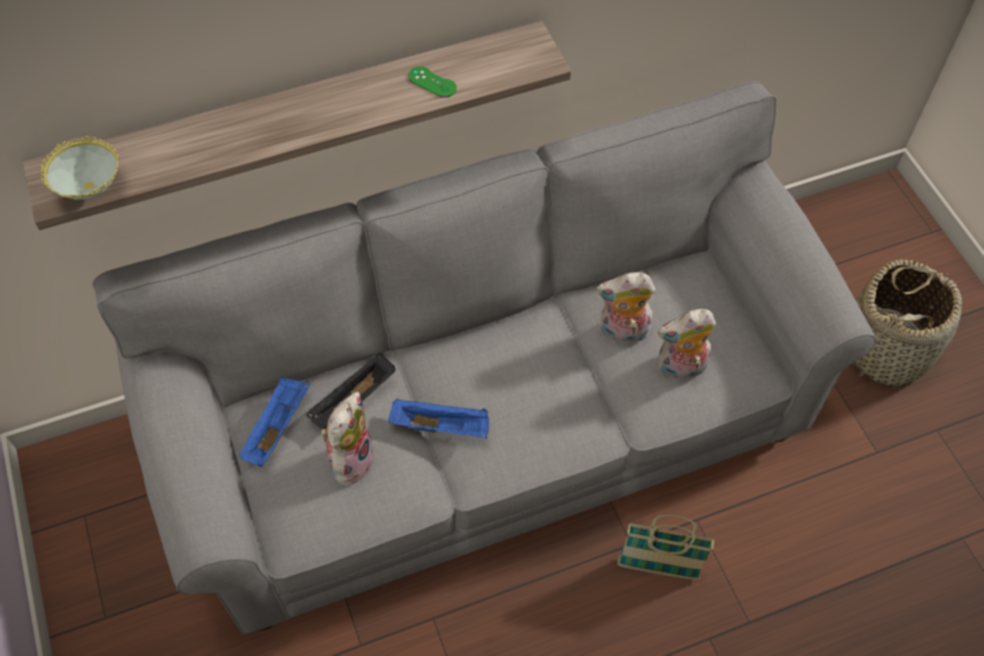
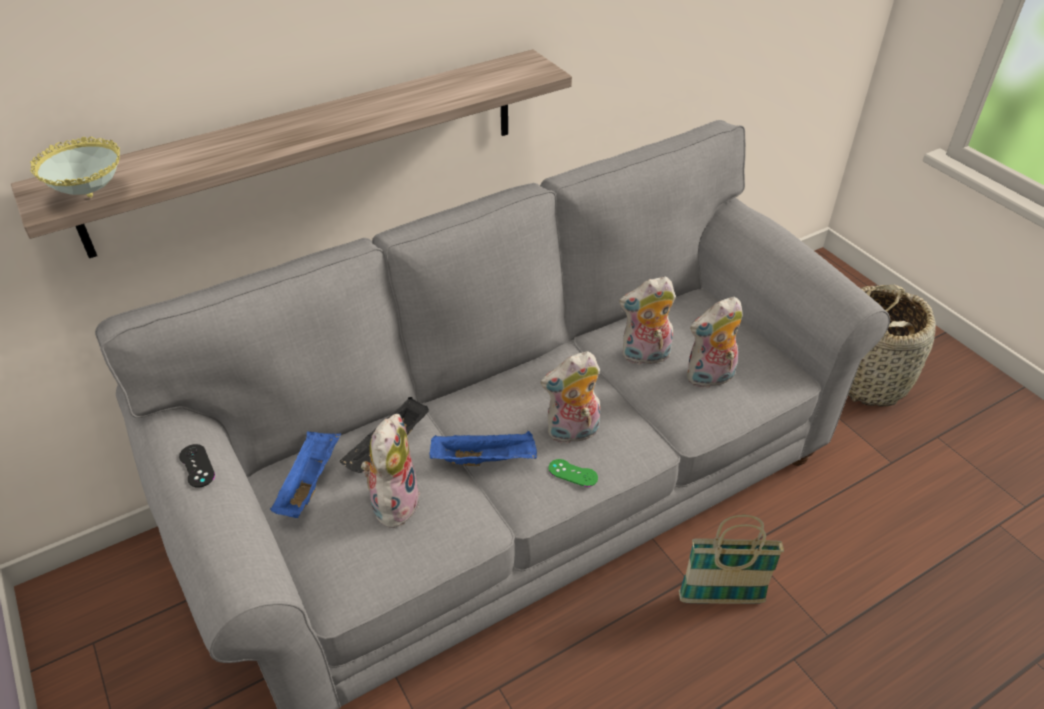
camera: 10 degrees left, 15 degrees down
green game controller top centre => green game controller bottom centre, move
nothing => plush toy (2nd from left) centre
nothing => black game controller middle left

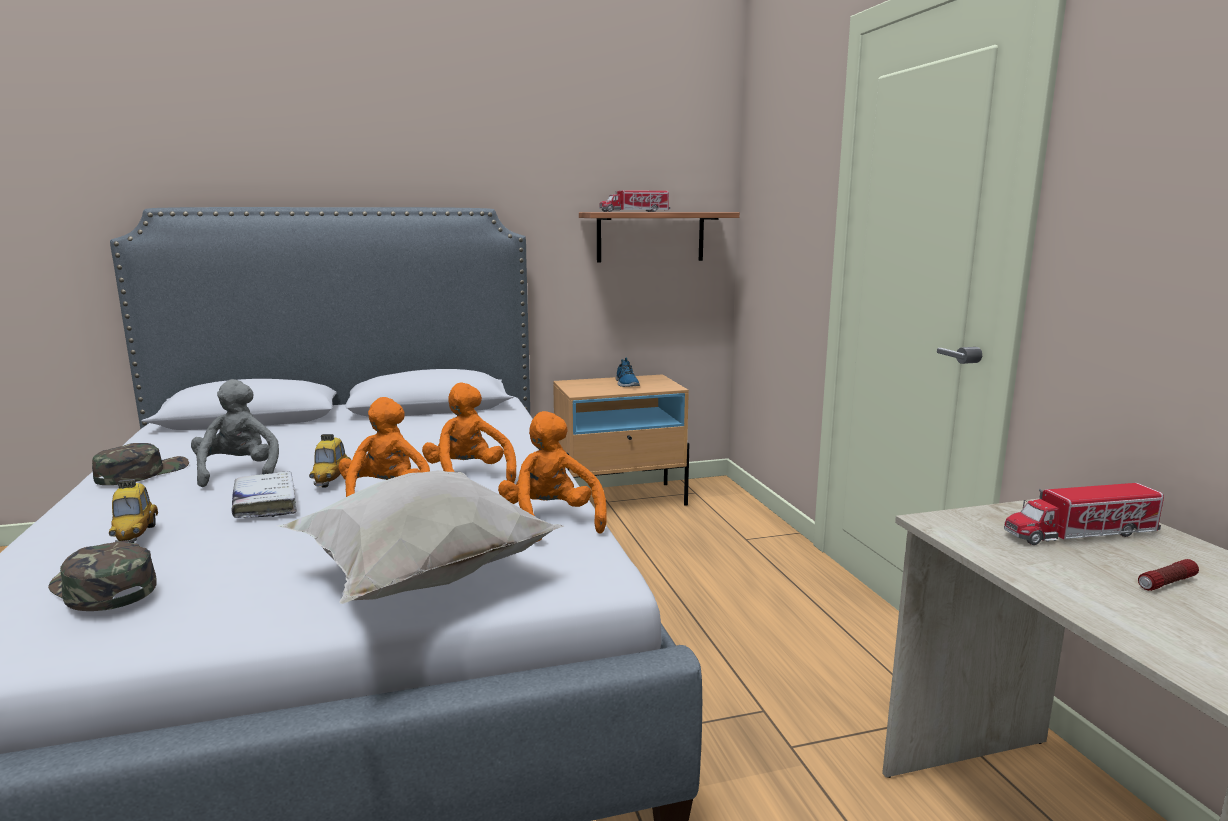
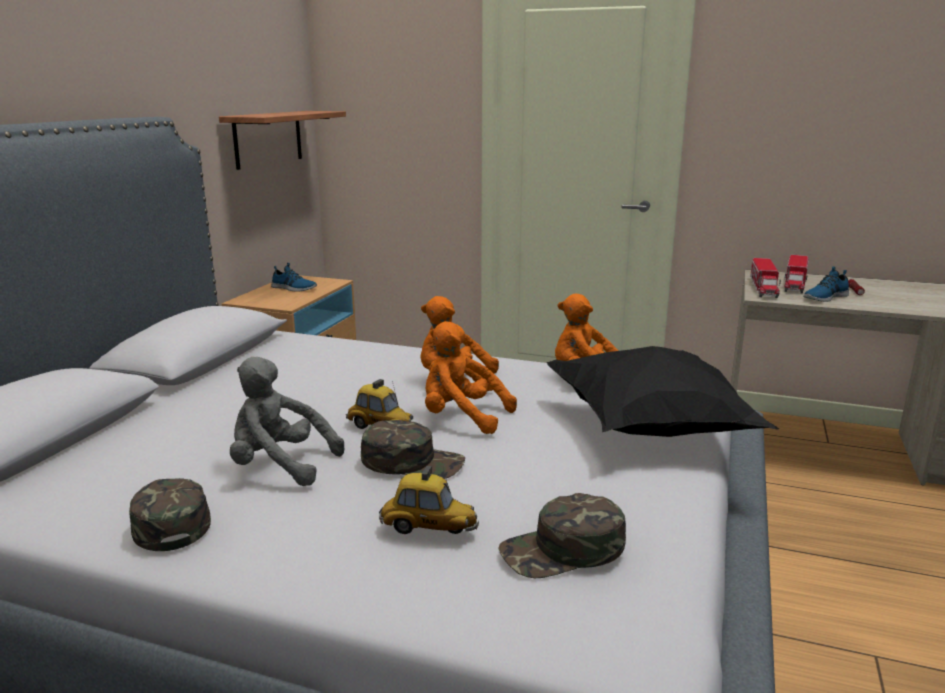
camera: 55 degrees left, 5 degrees up
toy truck (1st from left) top centre => toy truck (1st from left) middle right, move
white pillow centre => black pillow middle right
white book middle left => green cap (2nd from left) centre
nothing => shoe (2nd from left) middle right

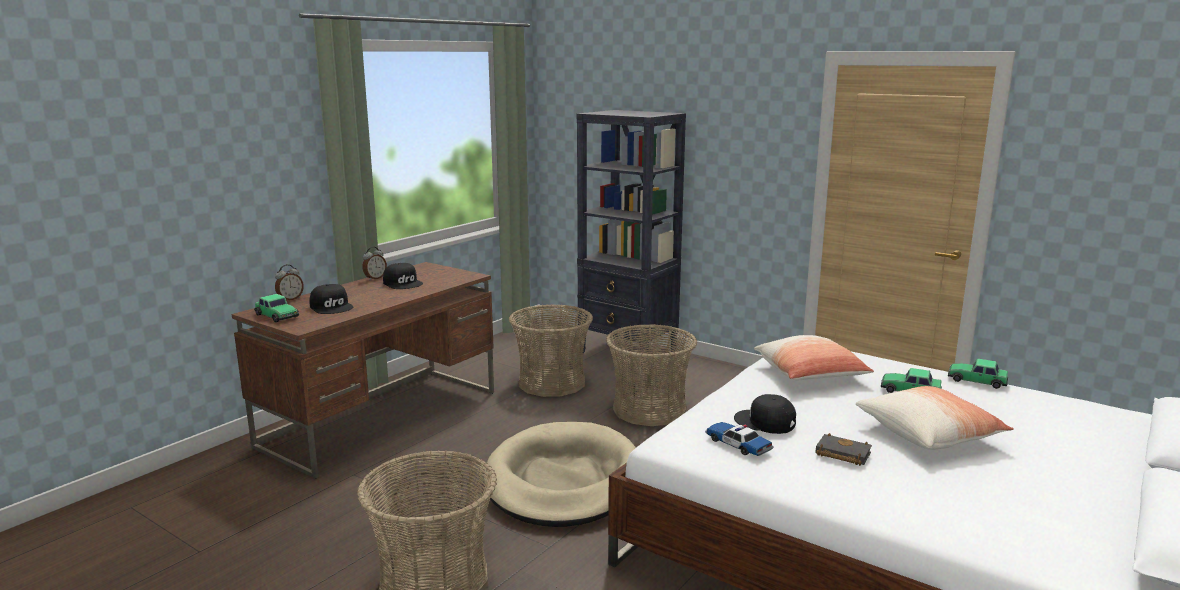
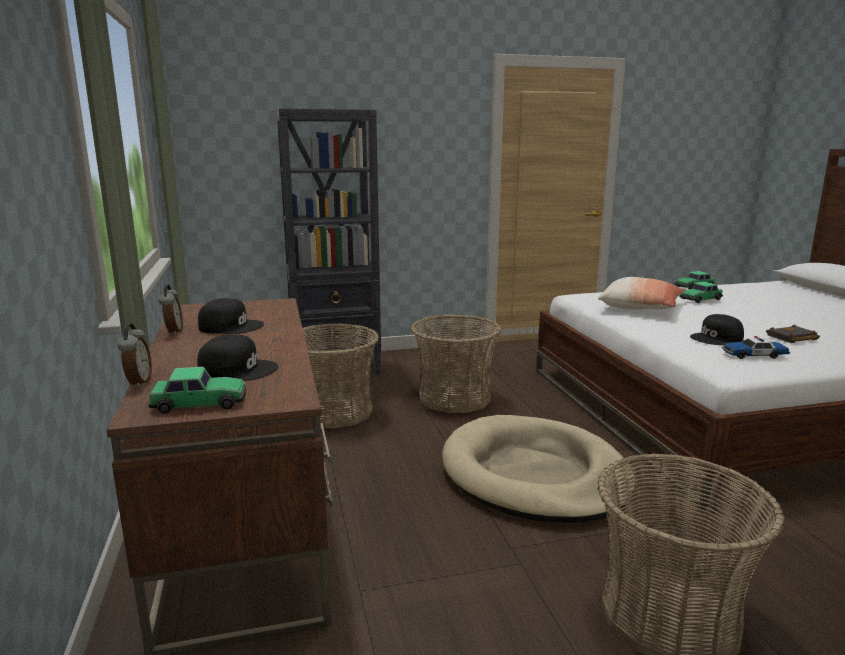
camera: 50 degrees left, 0 degrees up
pillow (2nd from left) bottom right => nothing

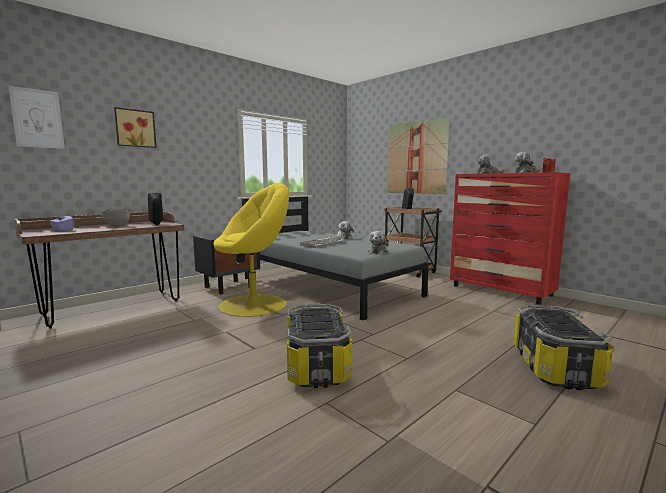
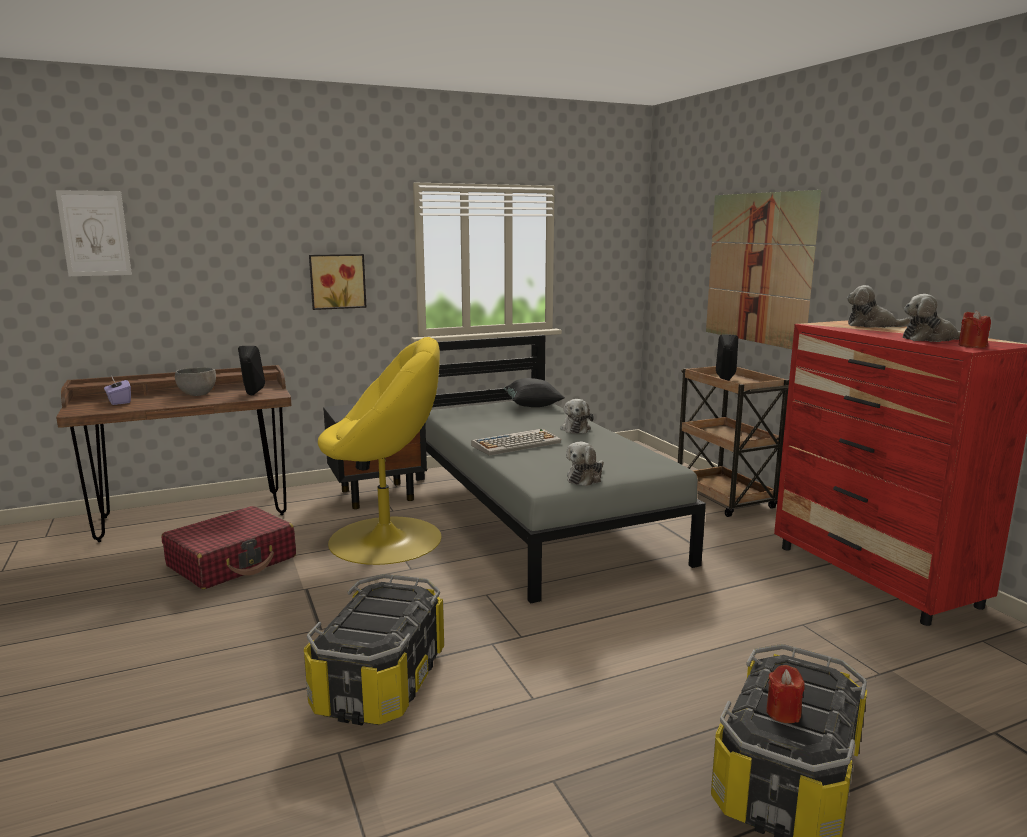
camera: 20 degrees right, 5 degrees up
picture (2nd from left) top left => picture (2nd from left) middle left, move
nothing => black pillow centre
nothing => red suitcase middle left
nothing => red candle (1st from left) bottom right

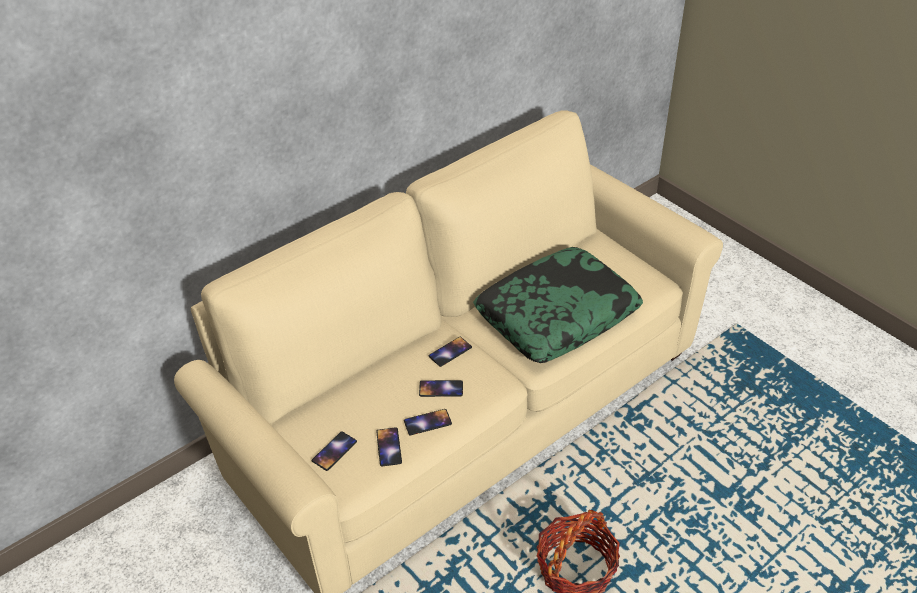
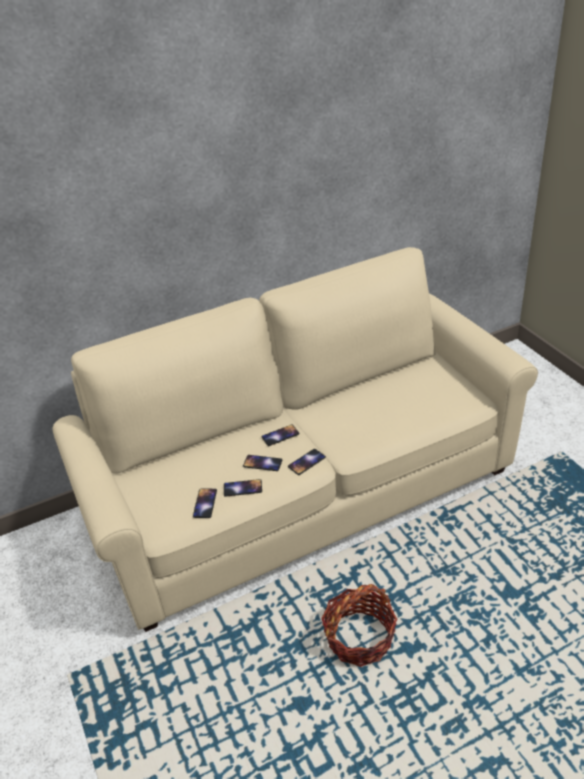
camera: 15 degrees right, 5 degrees down
pillow centre => nothing
phone (1st from left in the first image) bottom centre => phone (5th from left) centre, move

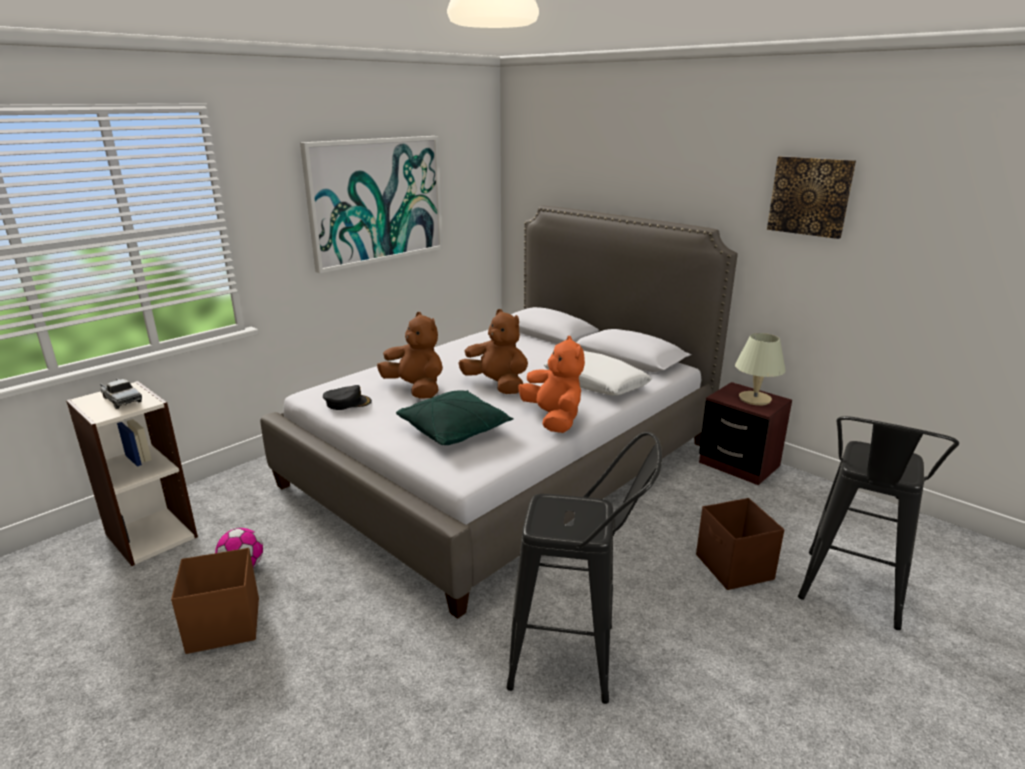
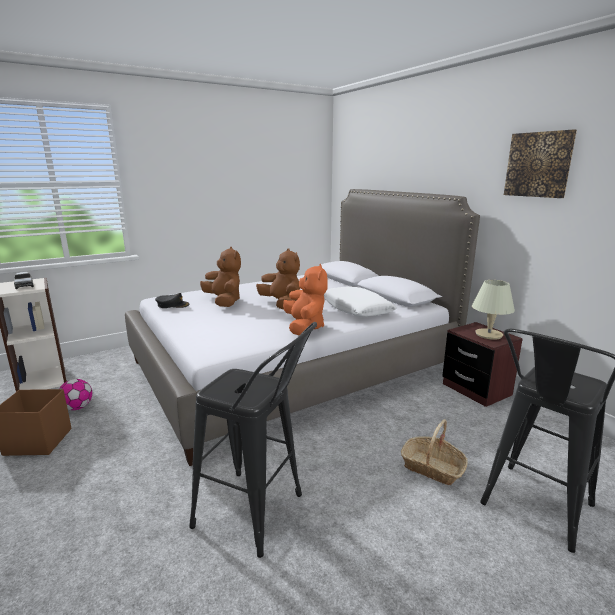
camera: 15 degrees right, 5 degrees down
picture (1st from left) top centre => nothing
green pillow centre => nothing
brown storage box (2nd from left) bottom right => basket bottom right

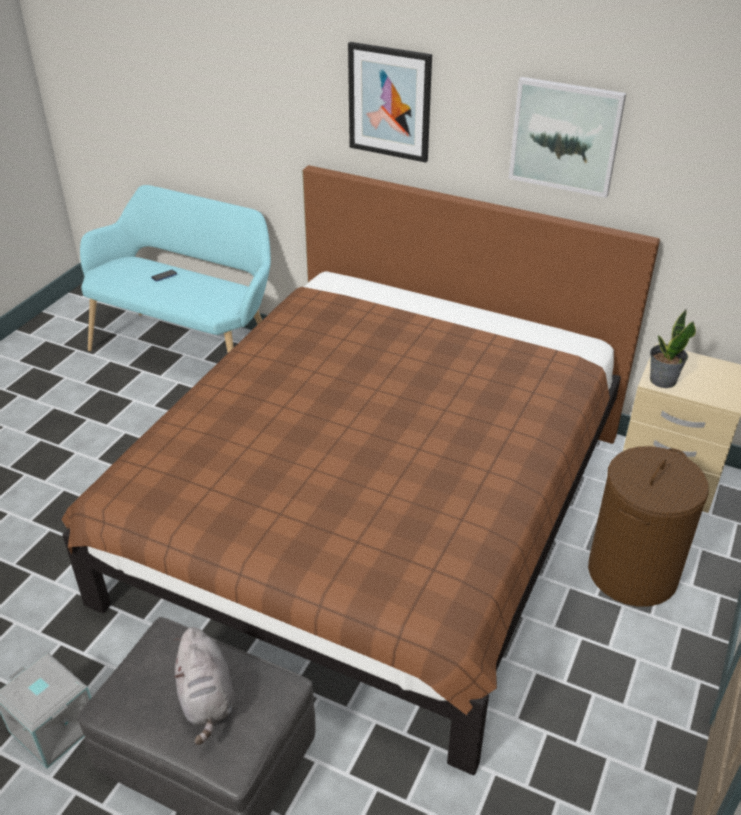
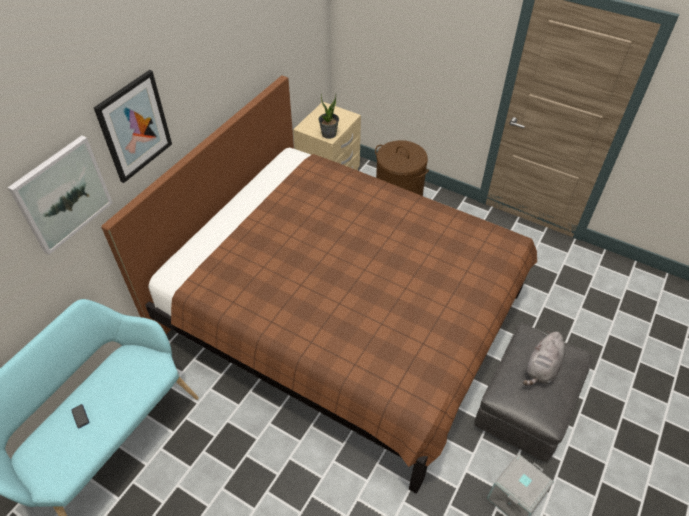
camera: 85 degrees left, 10 degrees up
picture (2nd from left in the first image) top right => picture (1st from left) middle left, move
grey plush toy bottom left => grey plush toy bottom right, 135 degrees clockwise

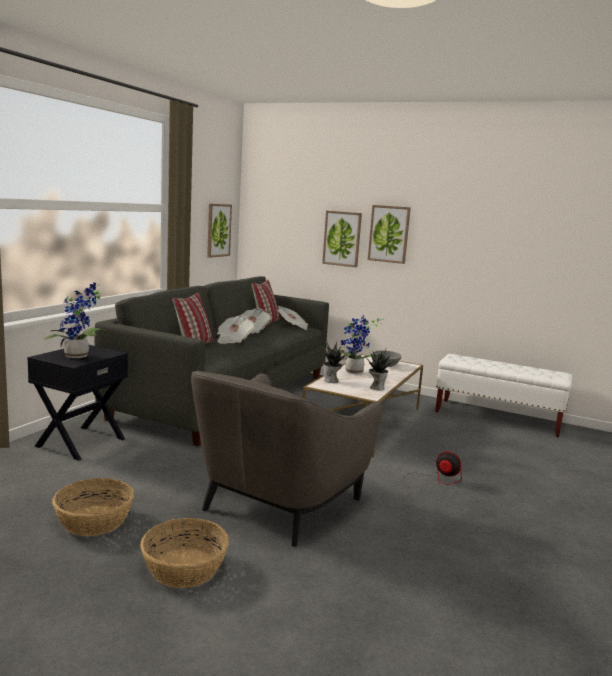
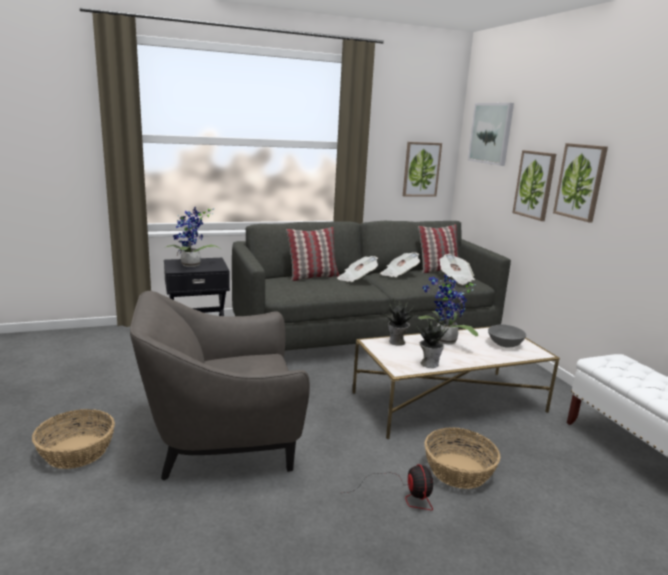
camera: 45 degrees right, 5 degrees up
basket (1st from left in the first image) bottom left => basket (2nd from left) bottom right, move
nothing => picture (2nd from left) top right

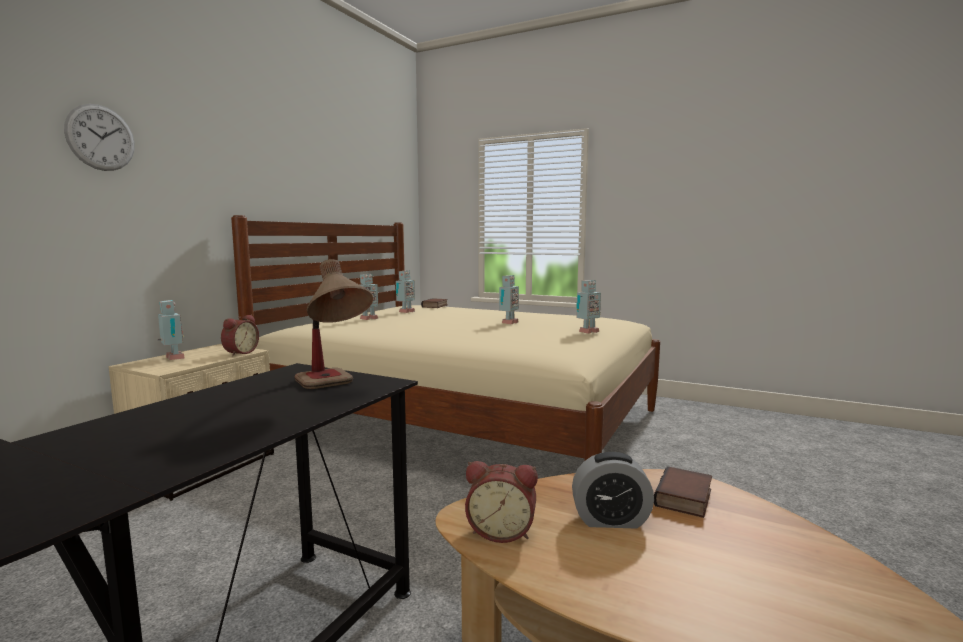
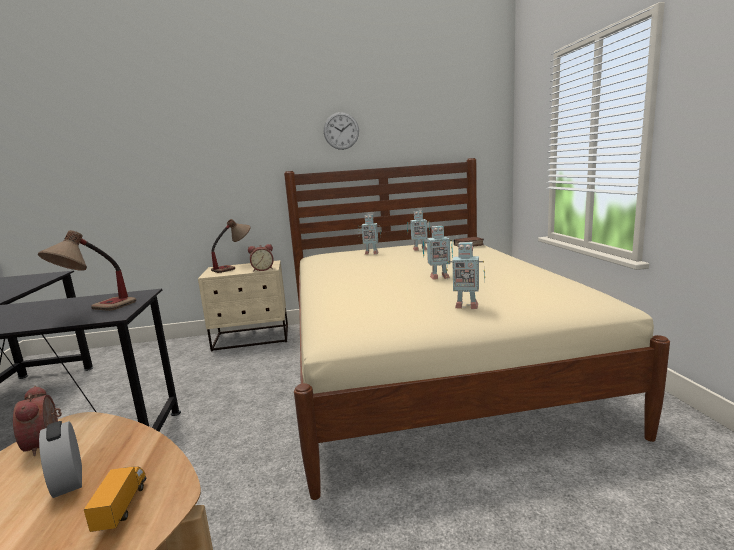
camera: 55 degrees right, 5 degrees up
wall clock top left => wall clock top centre, move
toy robot (1st from left) middle left => table lamp (2nd from left) middle left
book (2nd from left) bottom right => toy truck bottom left

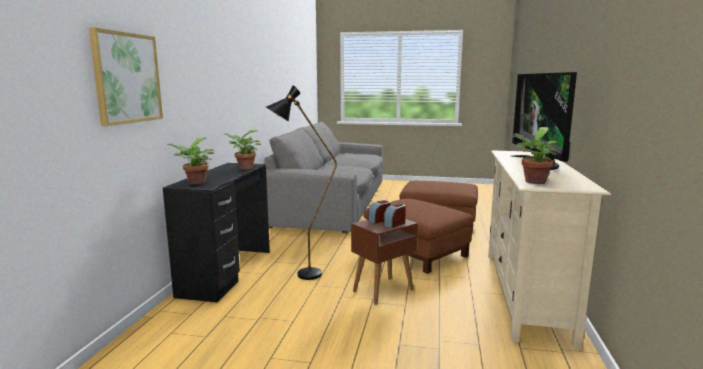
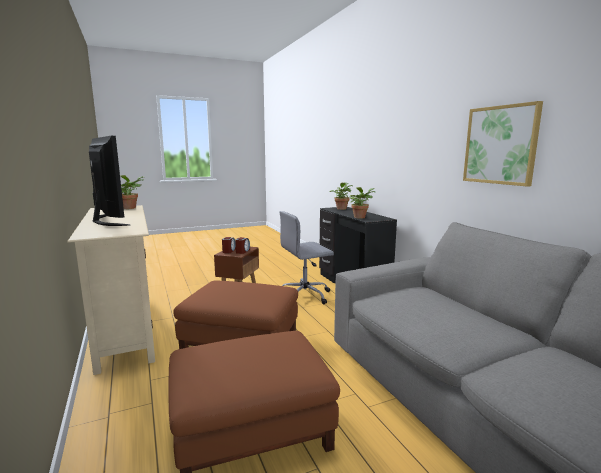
camera: 145 degrees right, 0 degrees up
picture top left => picture top right, move
black floor lamp centre => grey office chair centre

